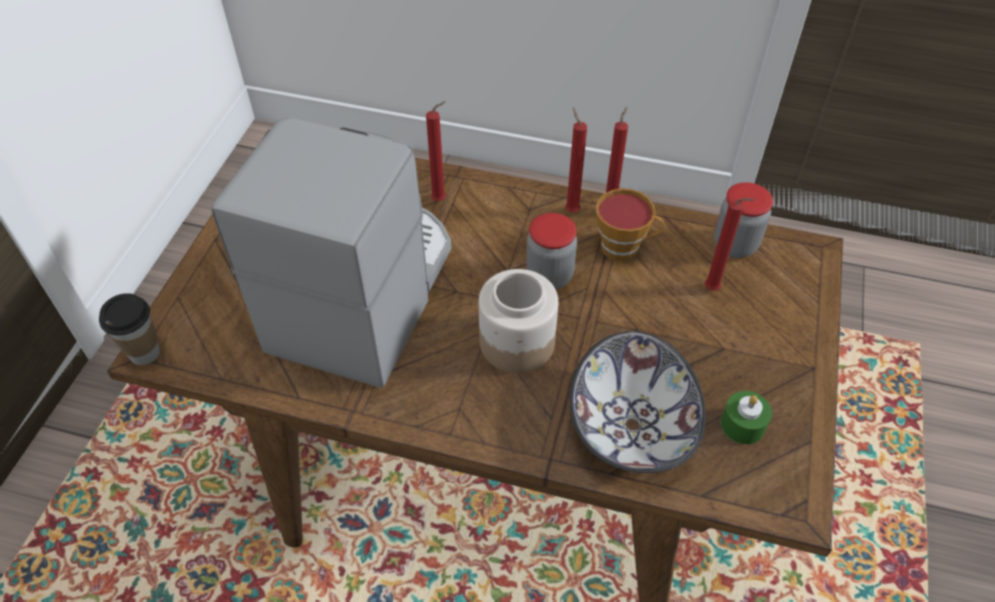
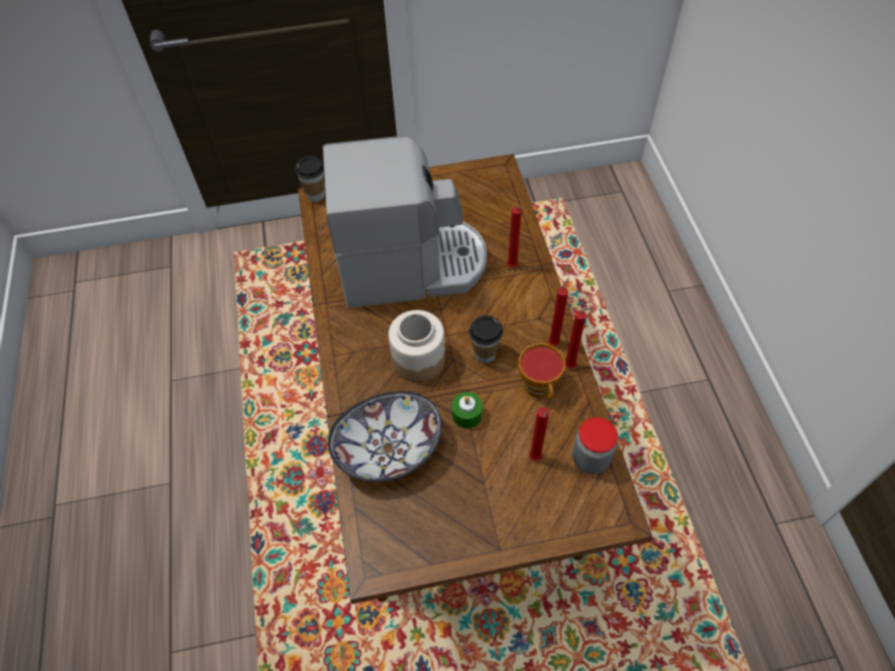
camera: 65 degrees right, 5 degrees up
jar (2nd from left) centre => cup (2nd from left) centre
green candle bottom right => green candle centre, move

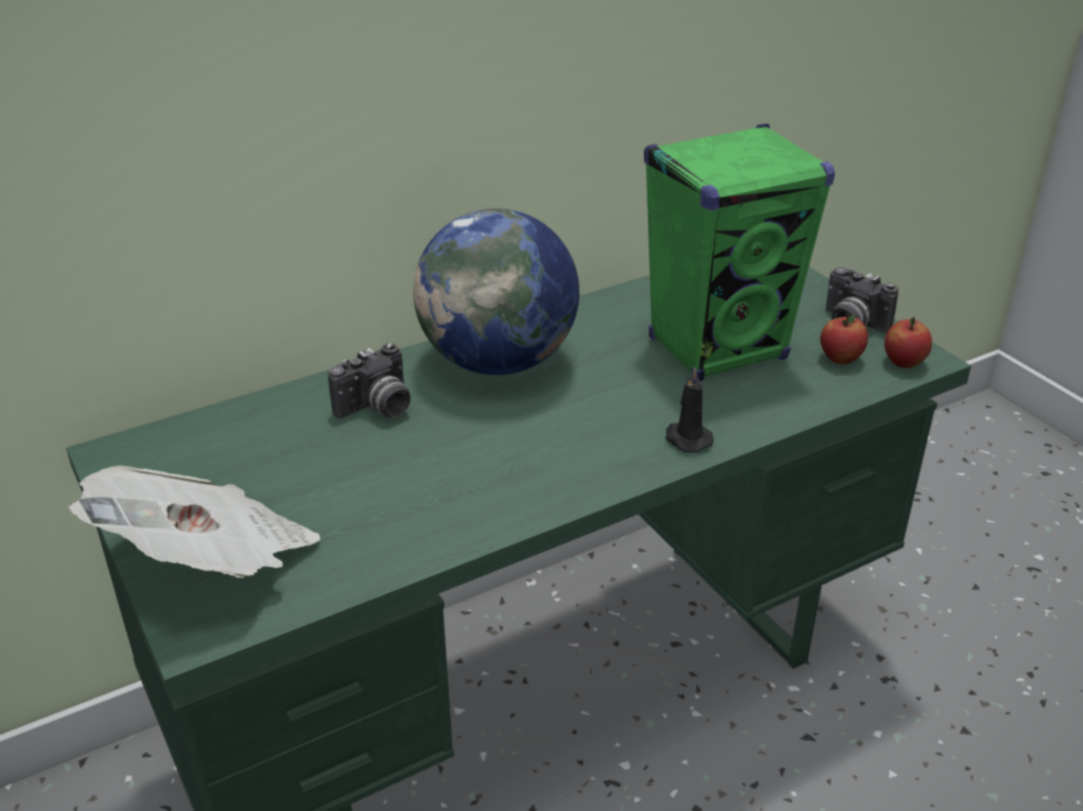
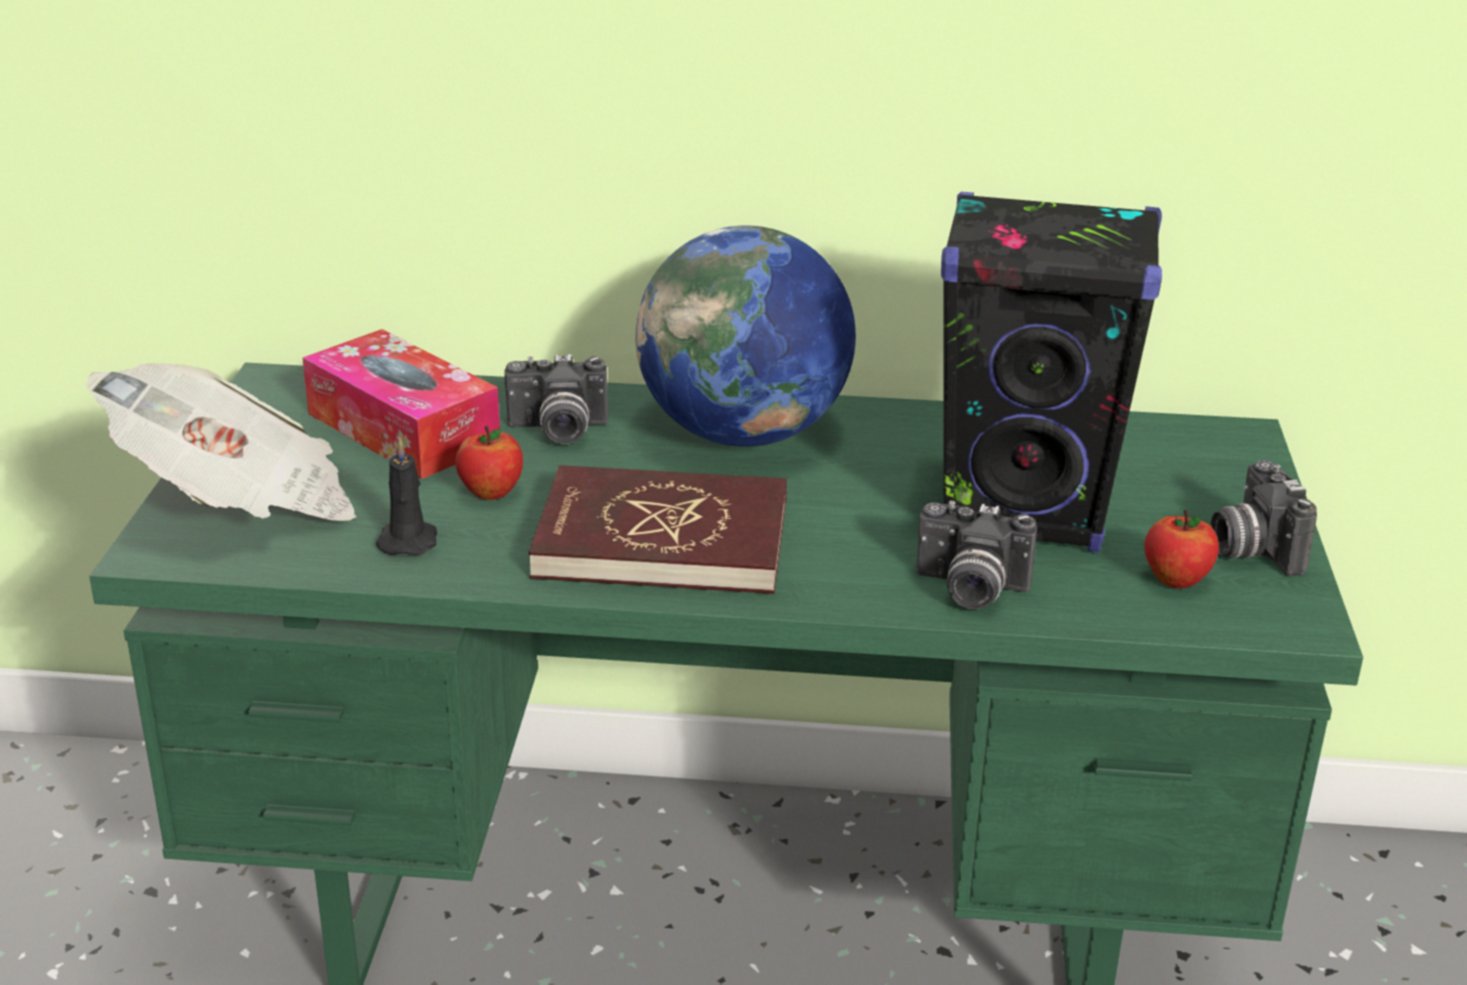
camera: 35 degrees right, 5 degrees down
green speaker top right => black speaker middle right
apple (2nd from left in the first image) middle right => apple (1st from left) centre, move
black candle centre => black candle middle left, move
nothing => tissue box middle left
nothing => red book centre
nothing => photo camera (2nd from left) centre

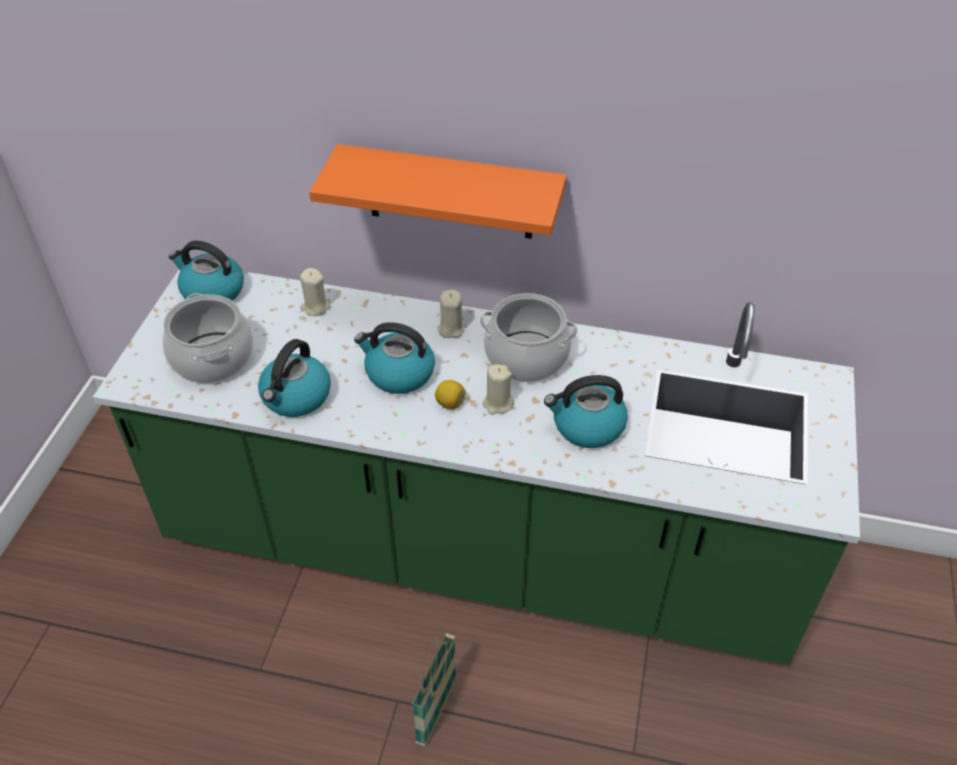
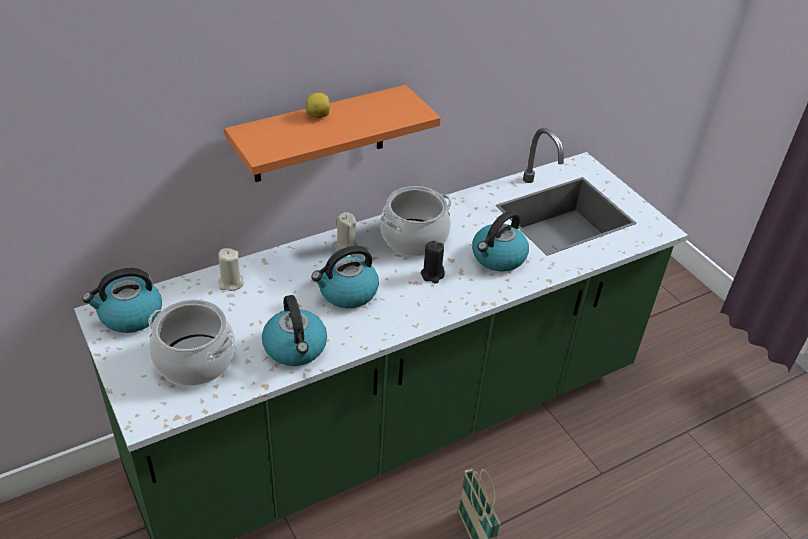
camera: 45 degrees left, 5 degrees down
beige candle (3rd from left) centre => black candle centre
lemon centre => lemon top centre, move

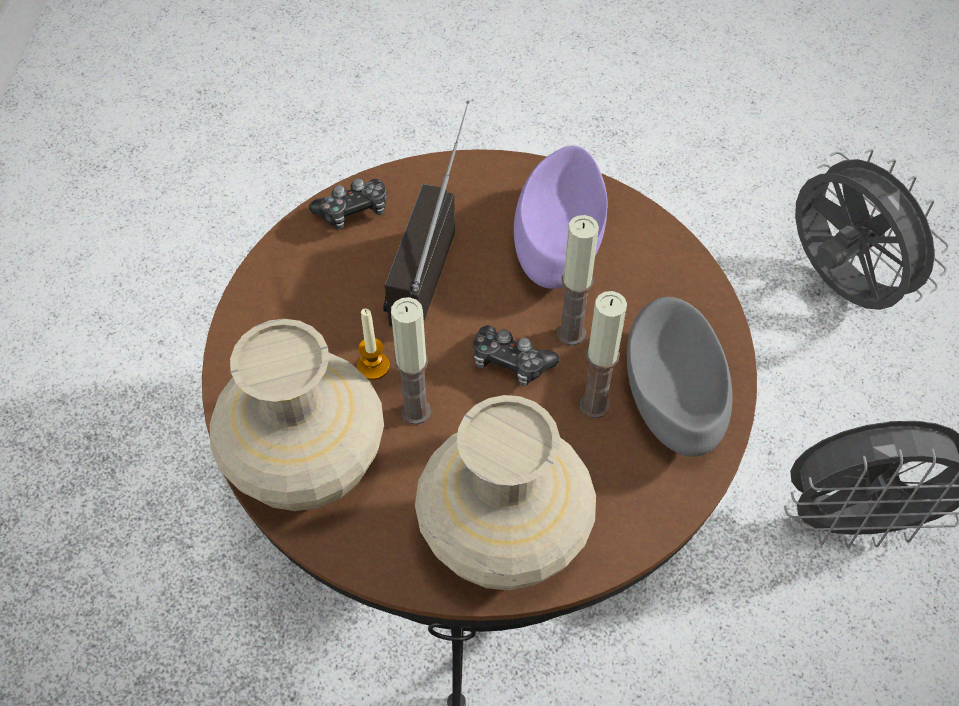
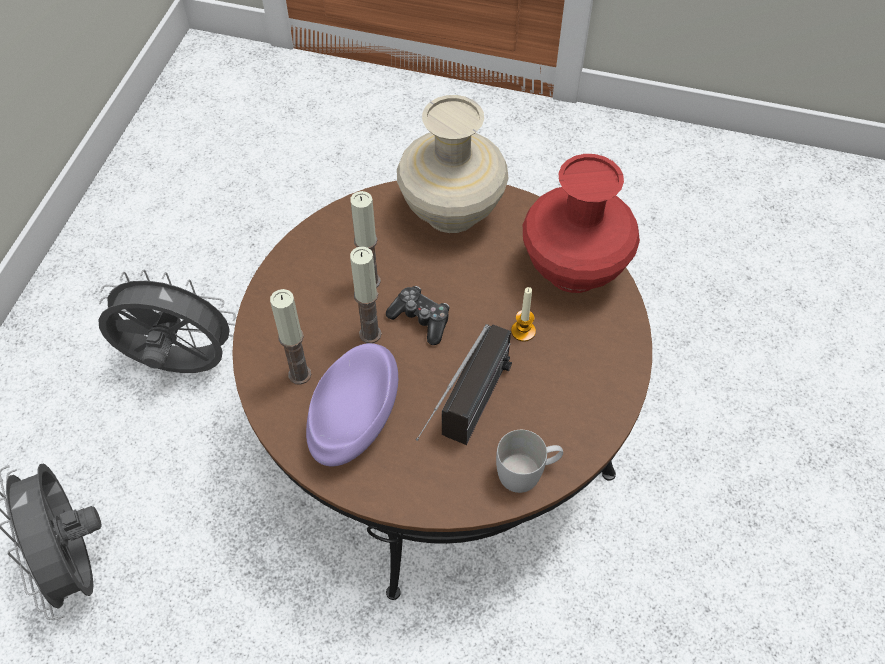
camera: 170 degrees left, 0 degrees up
game controller (1st from left) top centre => white mug bottom centre
candle (2nd from left in the first image) centre => candle (1st from left) middle left, move
grey bowl middle right => nothing
beige vase (1st from left) middle left => red vase centre

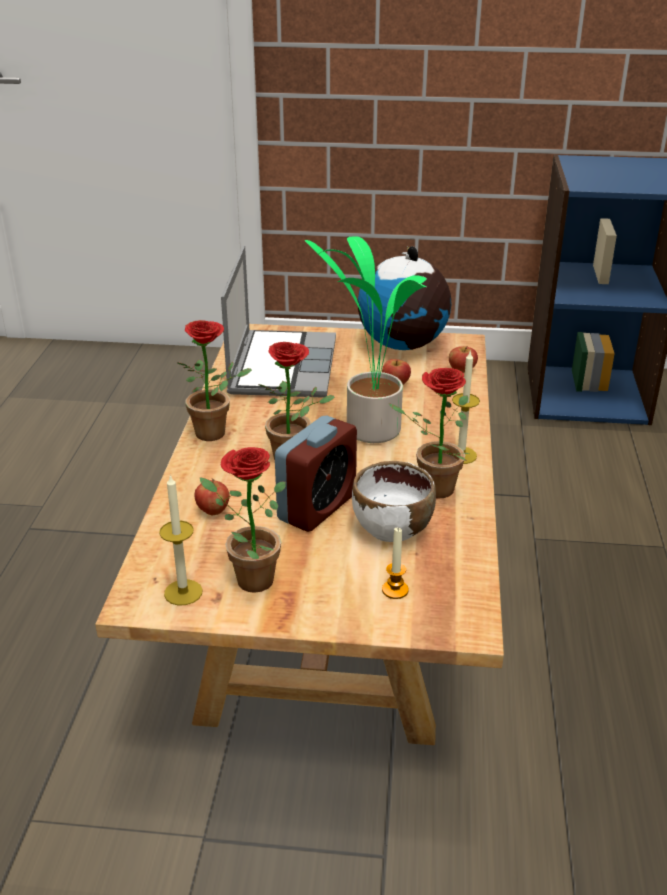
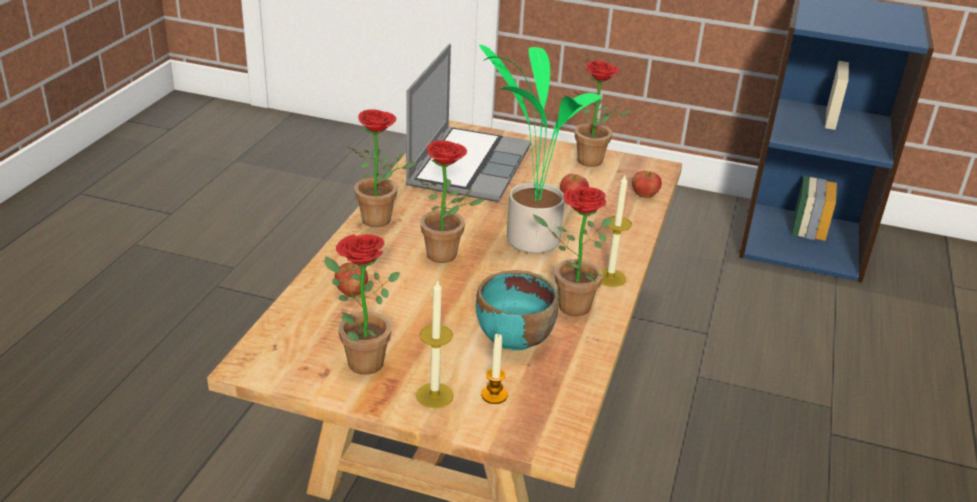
camera: 10 degrees right, 0 degrees up
globe top centre => potted plant (6th from left) top centre
alarm clock centre => nothing
white bowl centre => turquoise bowl centre
candle (1st from left) middle left => candle (1st from left) bottom centre, move

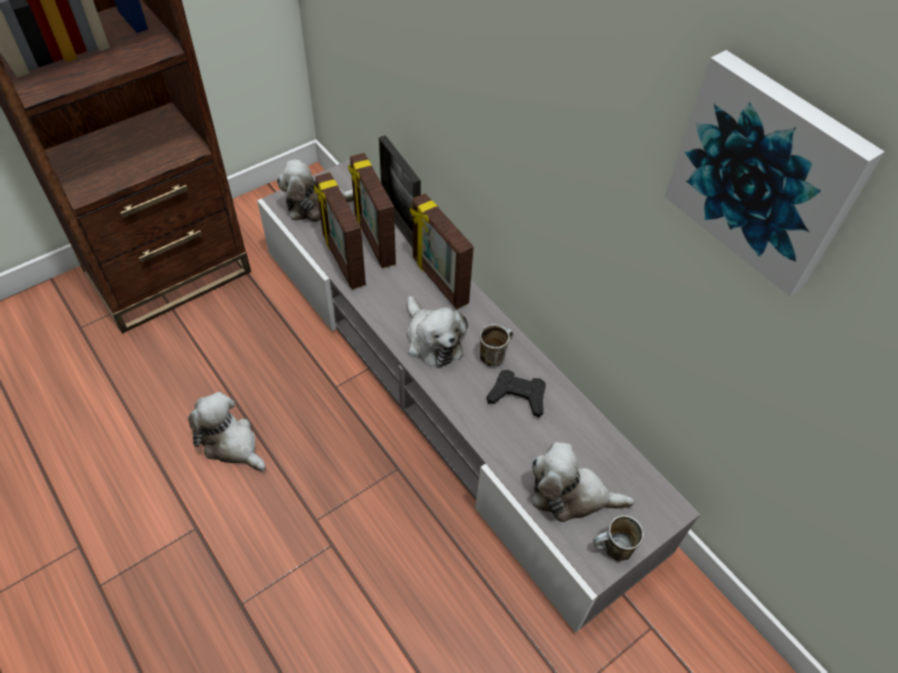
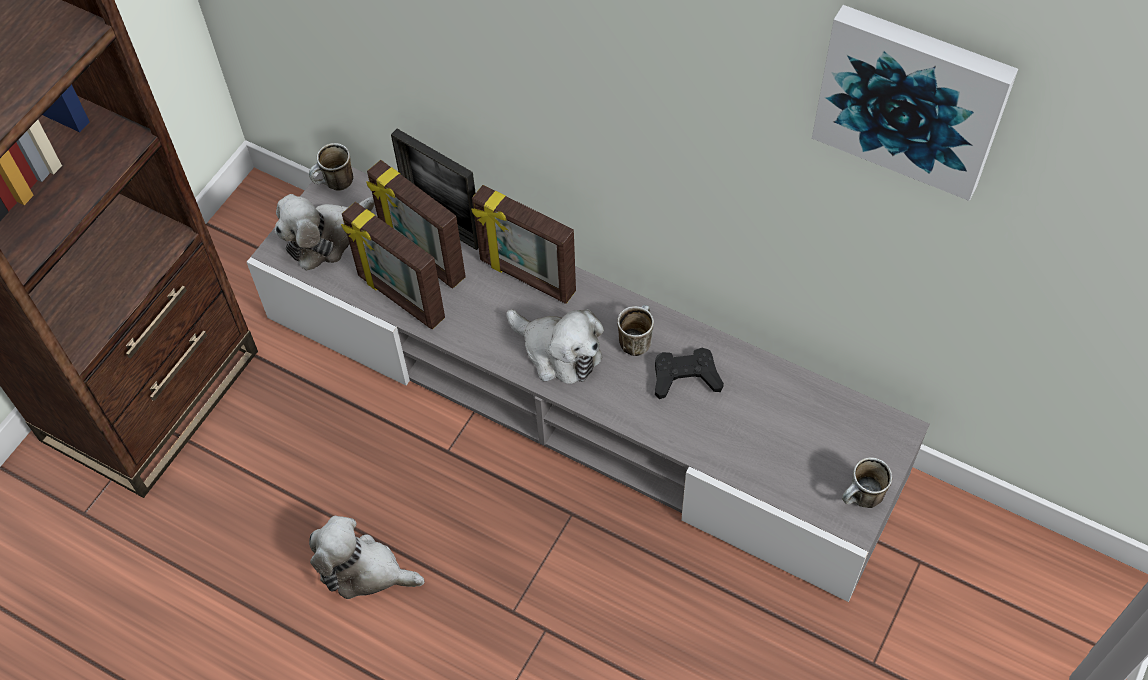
camera: 20 degrees left, 5 degrees up
plush toy (4th from left) bottom centre => nothing
nothing => mug (1st from left) top left

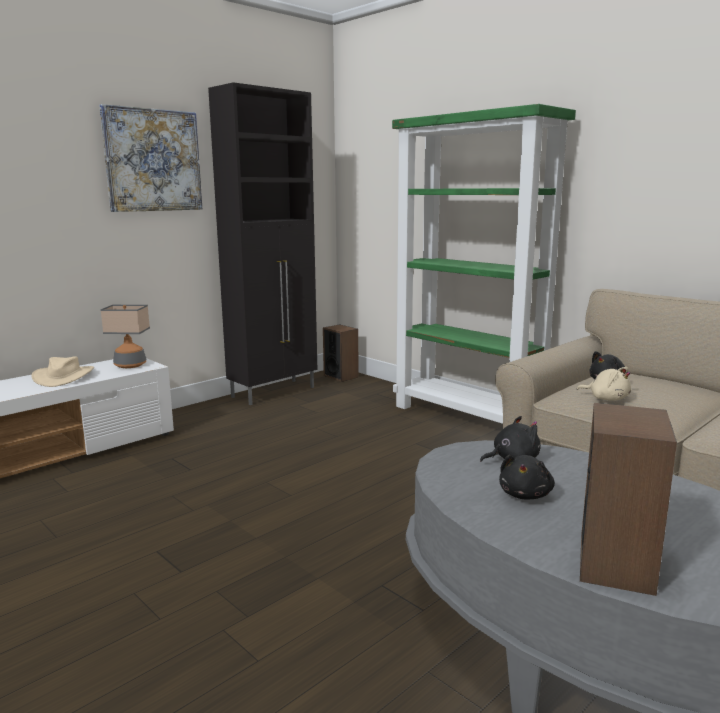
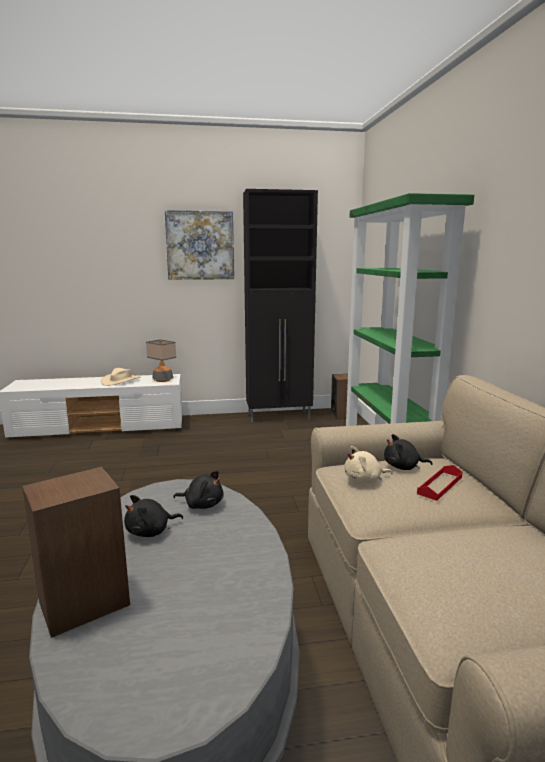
camera: 35 degrees right, 0 degrees up
beige plush toy middle right, 90 degrees clockwise
nothing => red tray middle right

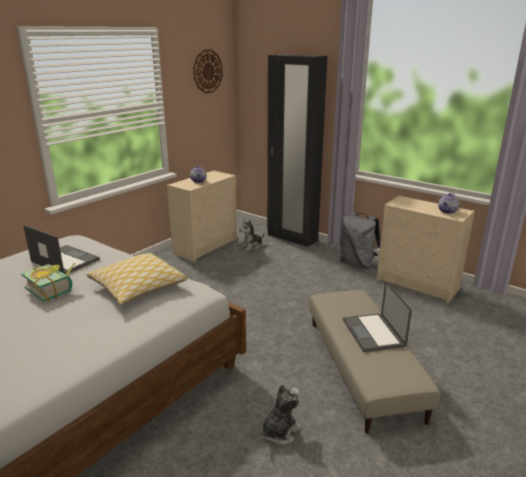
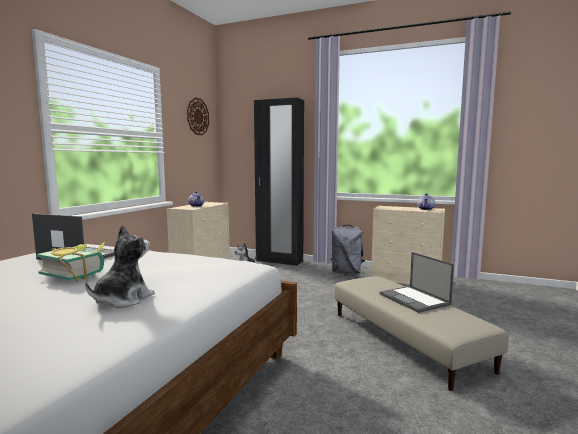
camera: 15 degrees left, 15 degrees down
pillow middle left => nothing
plush toy (2nd from left in the first image) bottom centre => plush toy (1st from left) middle left, move

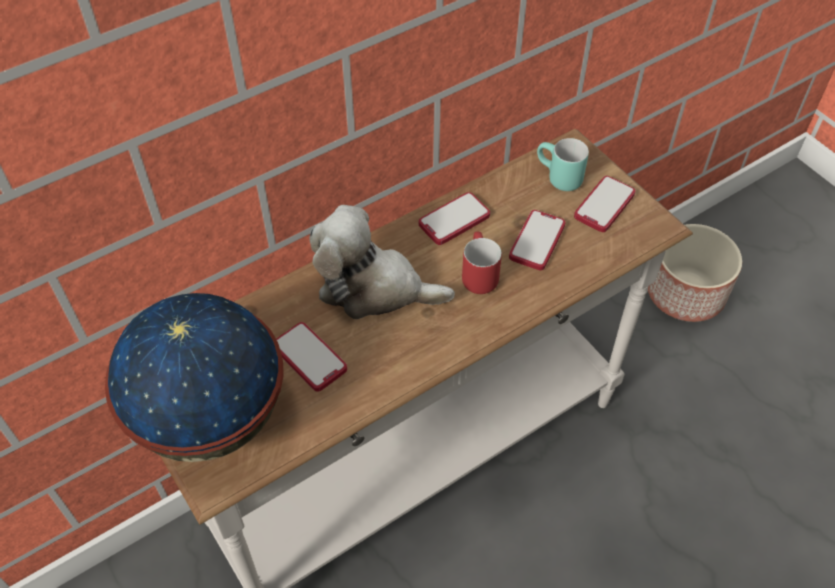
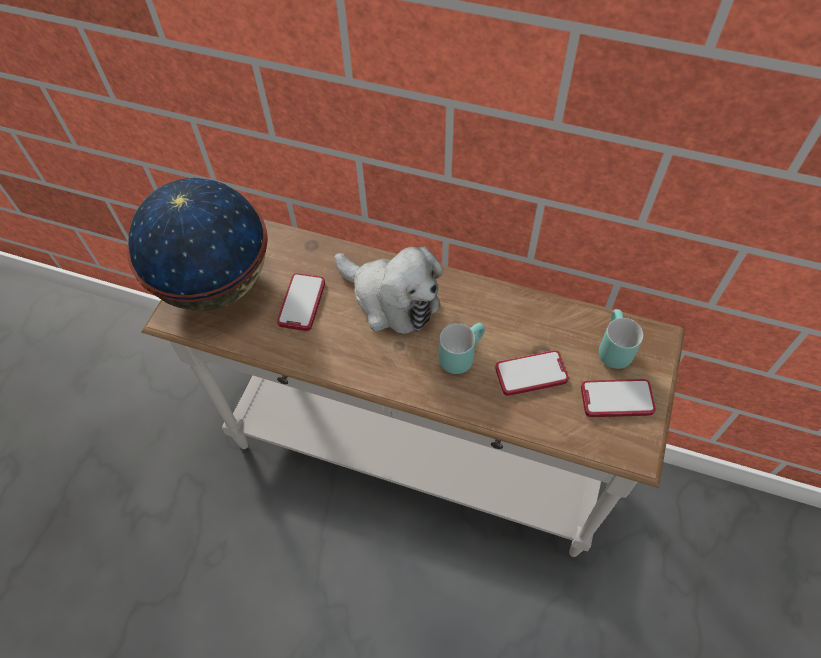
camera: 55 degrees right, 5 degrees up
phone (2nd from left) centre => nothing
plush toy centre, 150 degrees clockwise
planter middle right => nothing
red mug centre => turquoise mug (1st from left) centre

